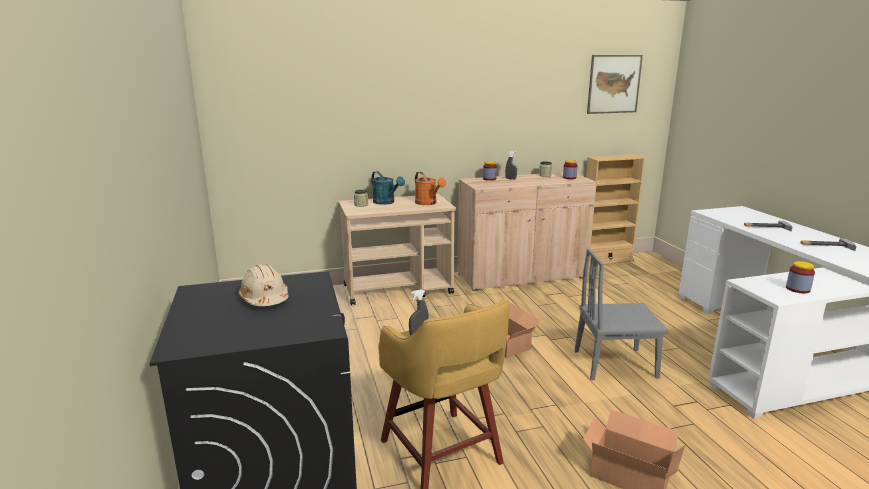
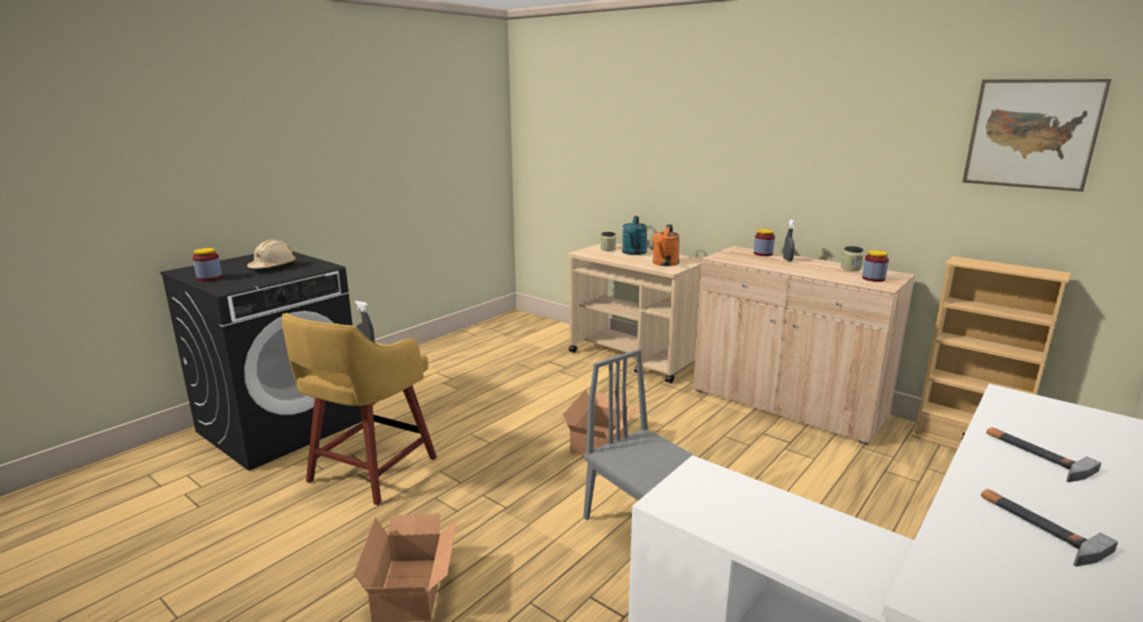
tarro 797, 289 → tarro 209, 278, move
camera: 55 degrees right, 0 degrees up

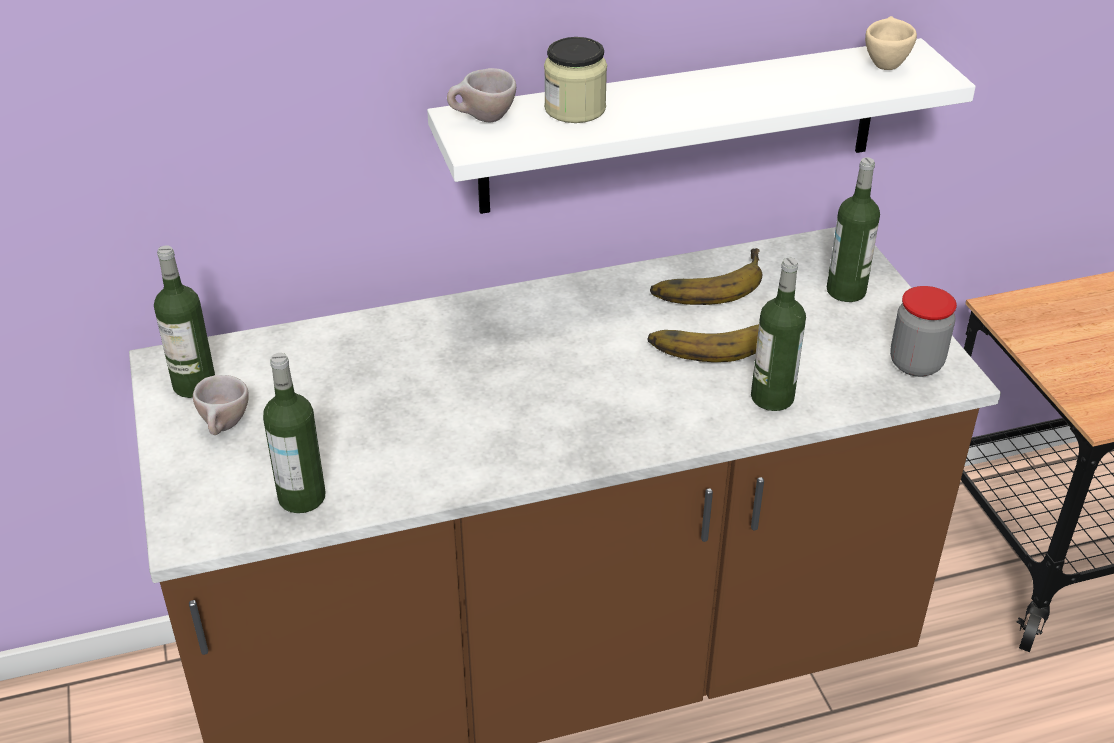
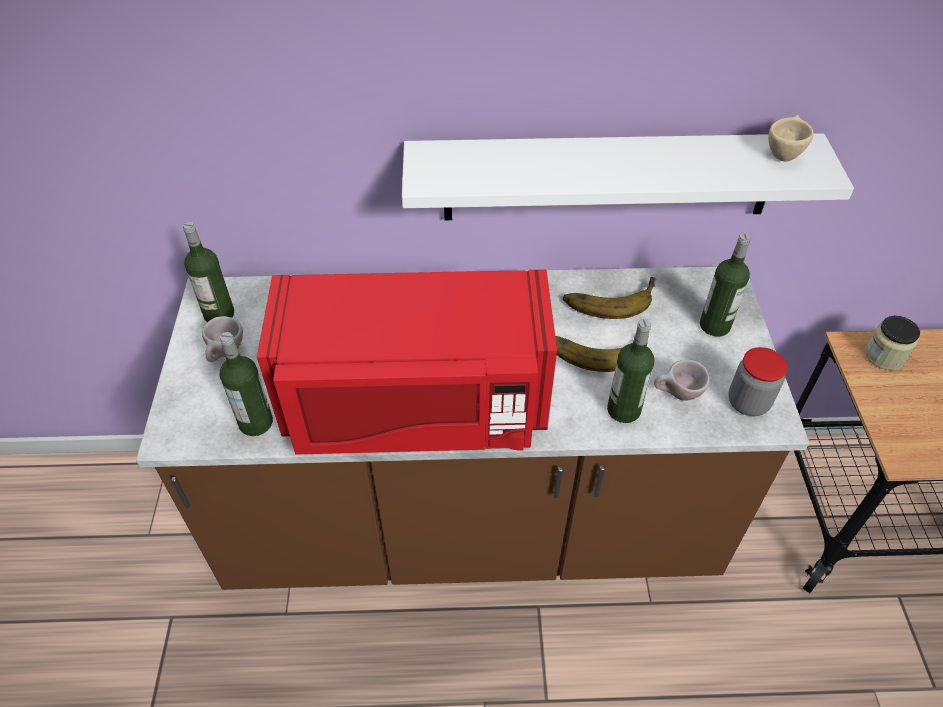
taza (beis) 482, 120 → taza (beis) 676, 395, move
tarro 575, 109 → tarro 884, 356, move
- → microondas (rojo) 415, 407
camera: 15 degrees right, 10 degrees up

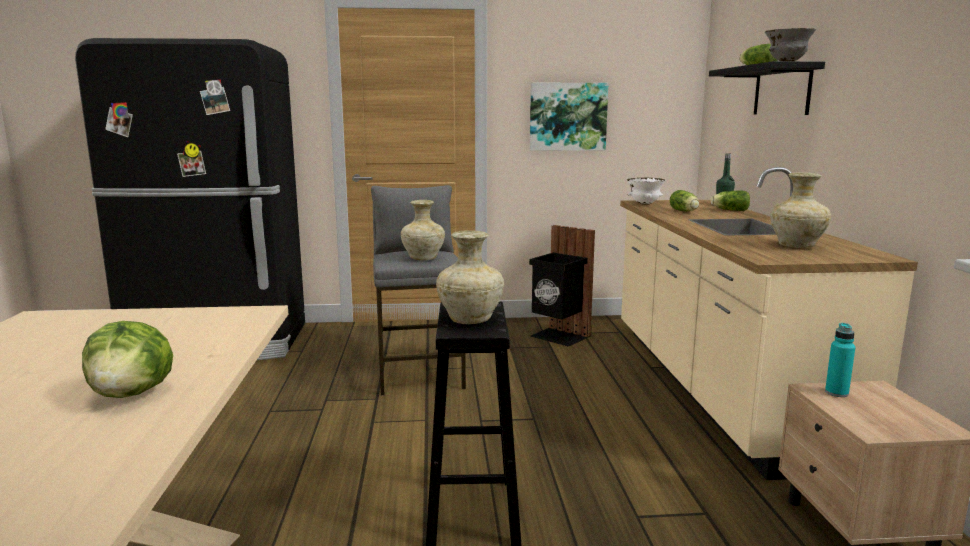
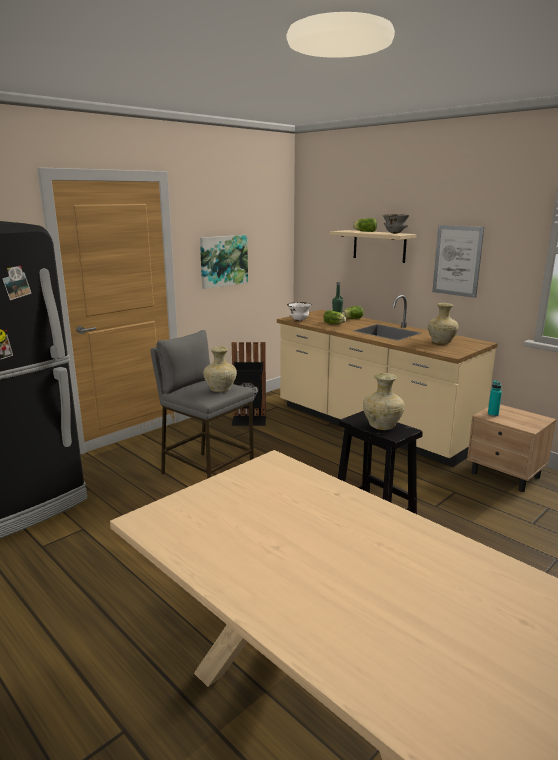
lechuga 132, 394 → -
estante (negro) 782, 90 → estante (beis) 379, 246
- → cuadro 457, 261
camera: 40 degrees left, 5 degrees up

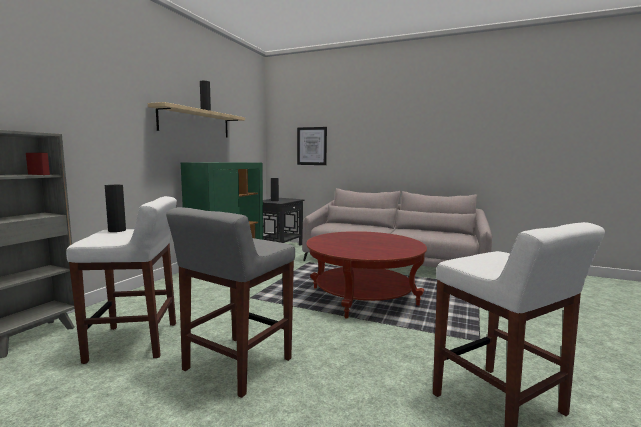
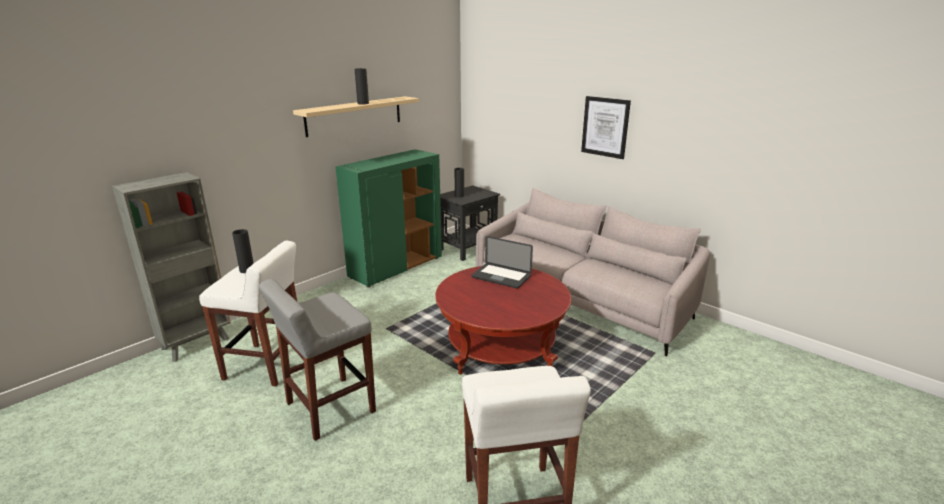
cuadro 312, 146 → cuadro 605, 127, move
- → portátil 501, 277
camera: 20 degrees right, 15 degrees up

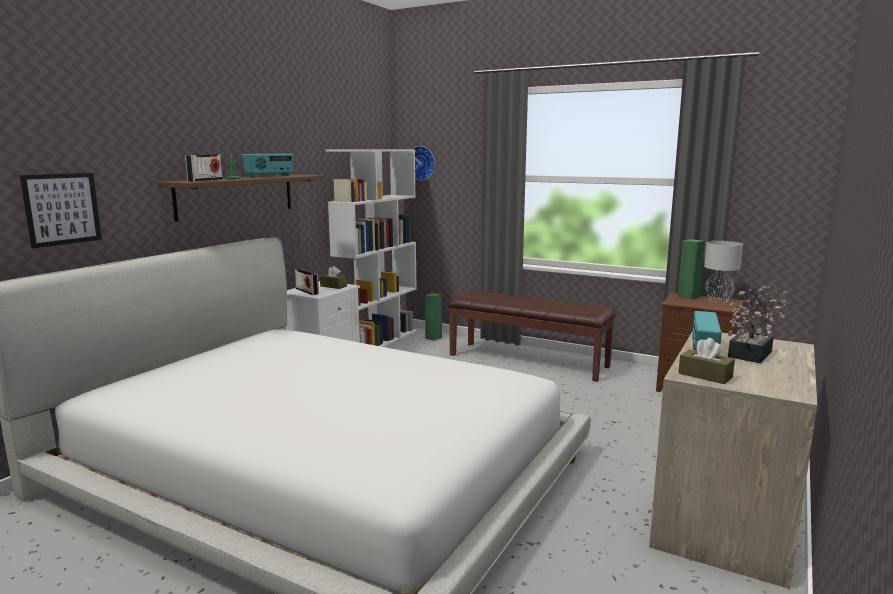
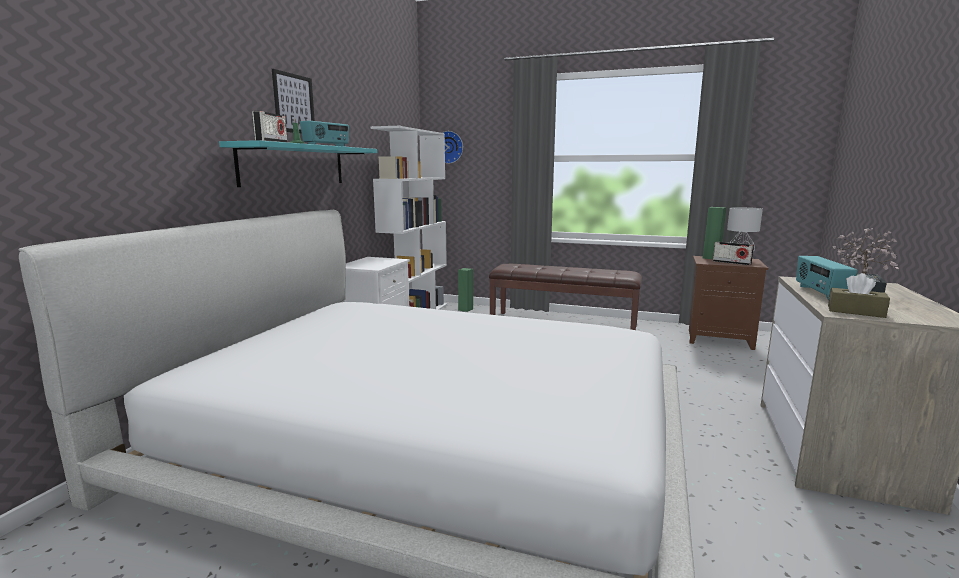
cuadro 62, 209 → cuadro 294, 103, move
estante (marrón) 236, 196 → estante (turquesa) 294, 165
radio 307, 291 → radio 731, 263, move
caja de pañuelos (marrón) 333, 286 → -
camera: 10 degrees left, 0 degrees up

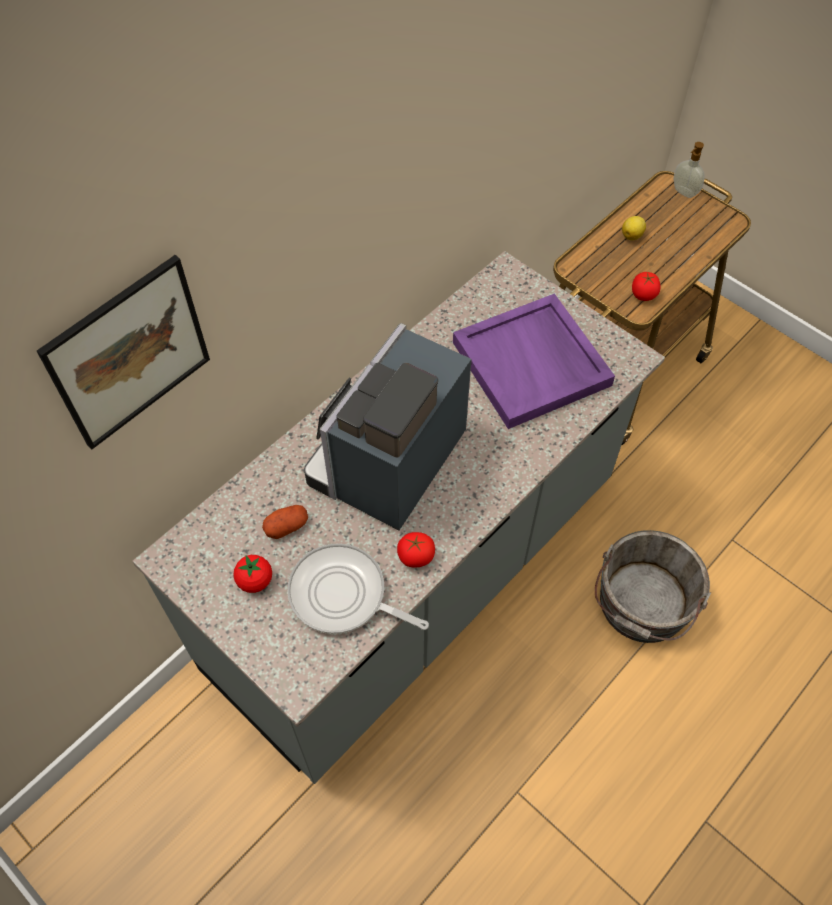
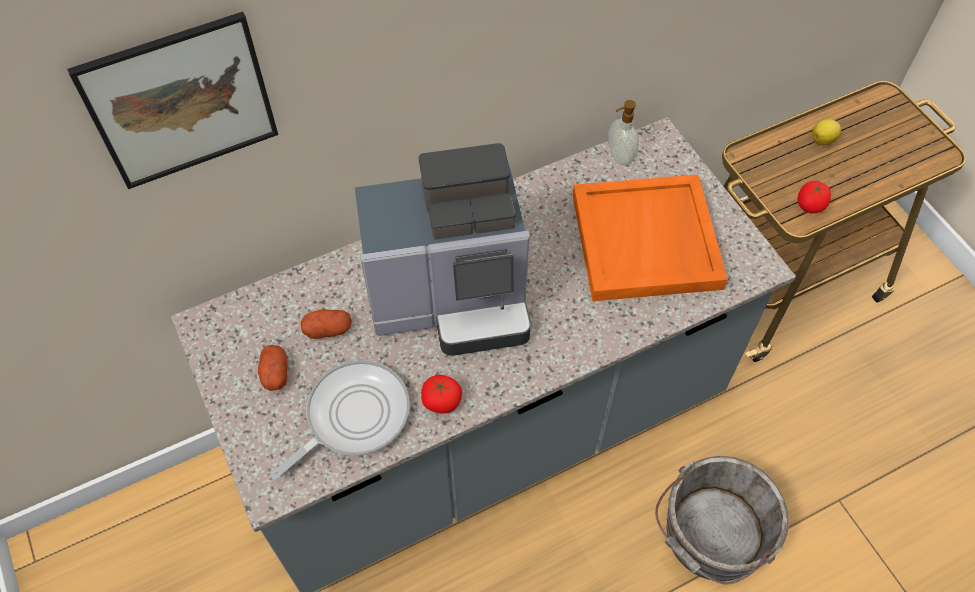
tomate 255, 580 → patata 275, 373
sartén 343, 596 → sartén 353, 417, 90 degrees clockwise
cafetera 388, 465 → cafetera 453, 300, 150 degrees counterclockwise
bandeja (morado) 532, 364 → bandeja (naranja) 647, 242
dispensador de jabón 683, 192 → dispensador de jabón 619, 156, move
camera: 20 degrees right, 0 degrees up

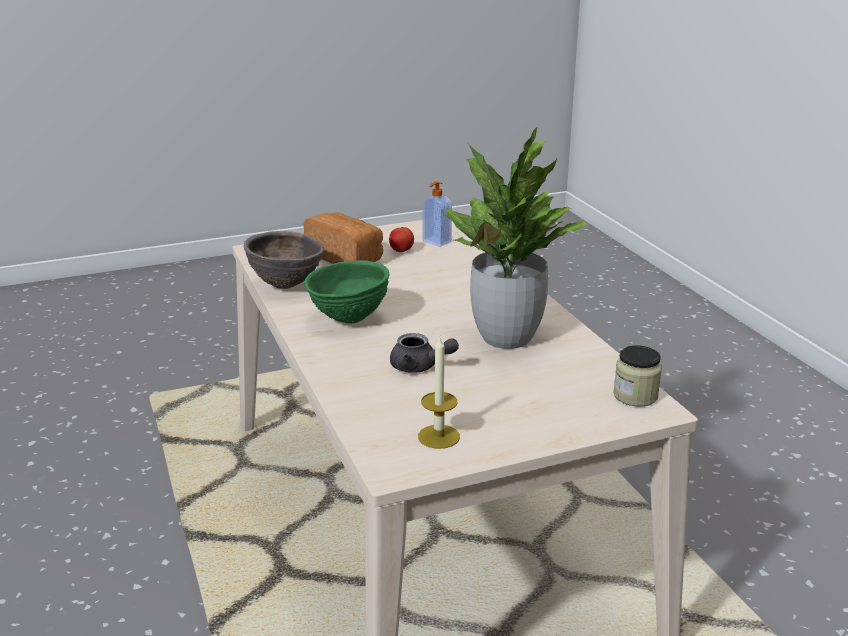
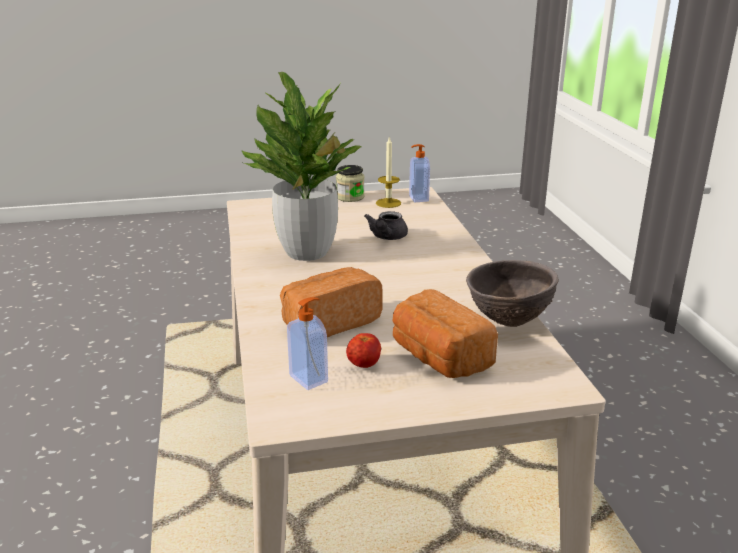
cuenco (verde) 348, 319 → -
tetera (gris) 419, 367 → tetera (gris) 387, 237, 105 degrees counterclockwise
tarro 635, 395 → tarro 350, 197, move
- → pan 328, 322
- → dispensador de jabón 418, 198
camera: 170 degrees left, 0 degrees up

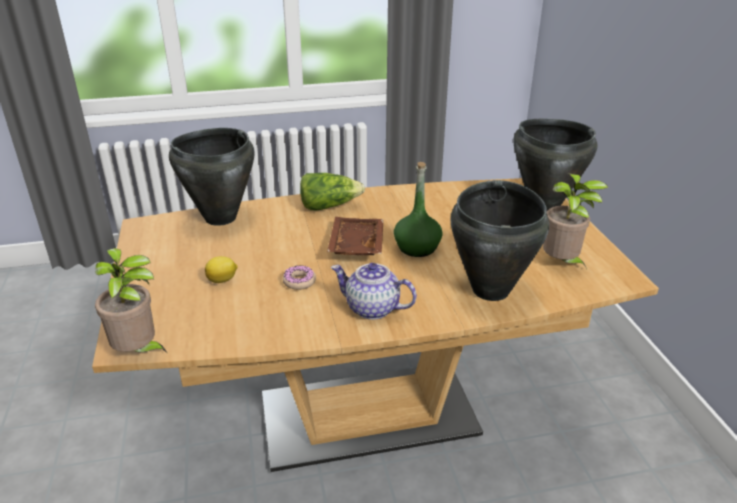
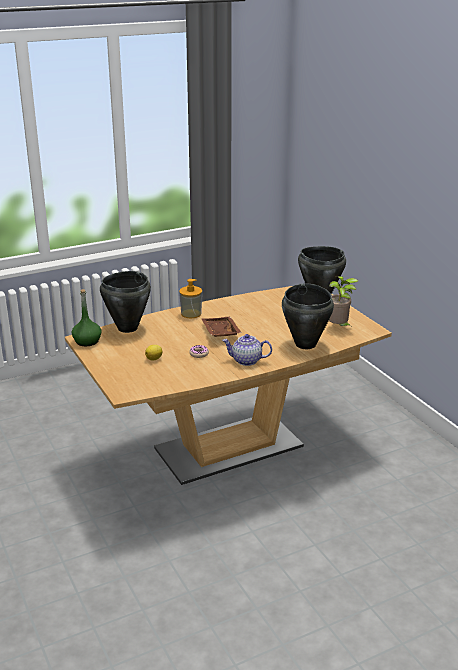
planta en maceta 139, 352 → -
lechuga 329, 206 → dispensador de jabón 191, 314
botella (verde) 417, 248 → botella (verde) 87, 341, move
camera: 15 degrees left, 5 degrees down

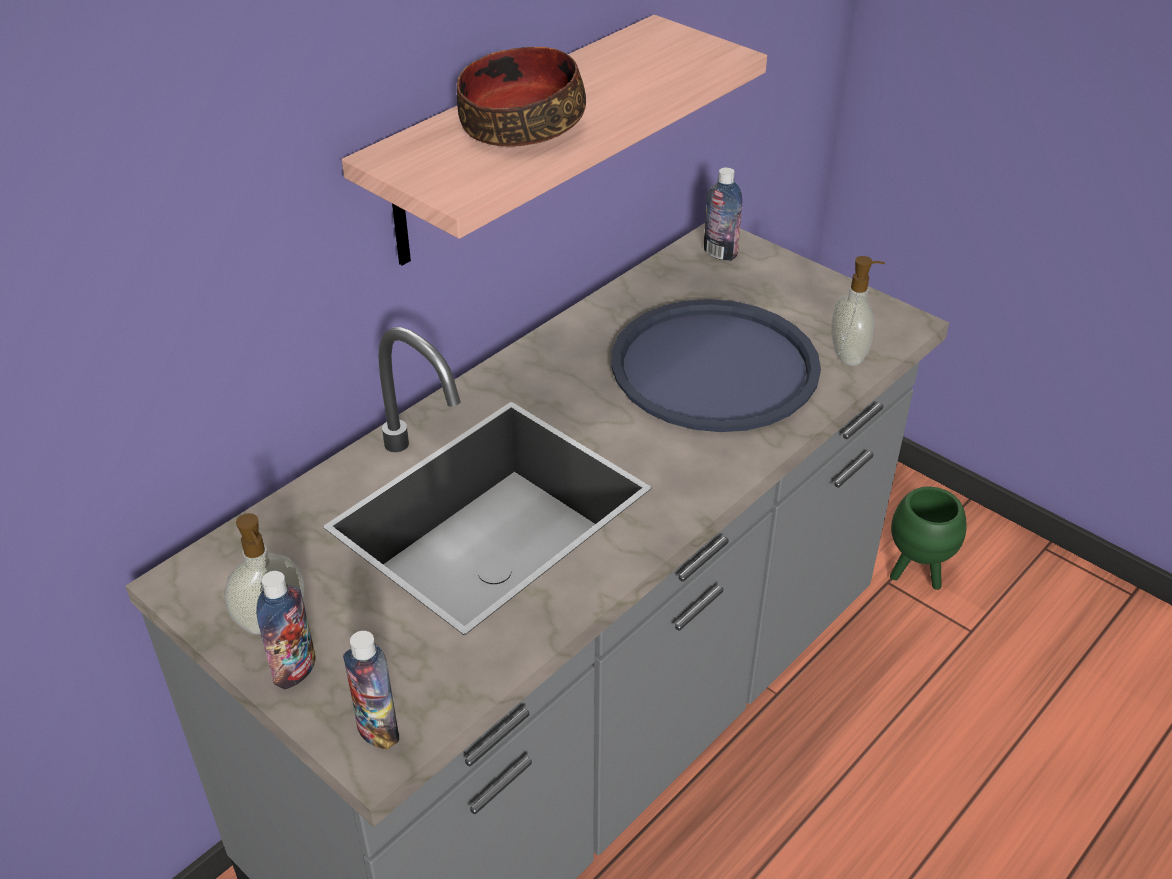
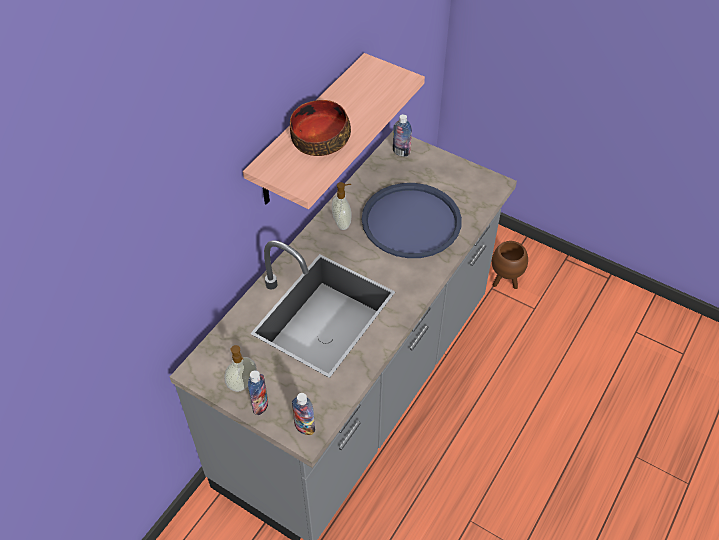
dispensador de jabón 849, 355 → dispensador de jabón 342, 223, move
maceta (verde) 917, 574 → maceta (marrón) 505, 282
camera: 10 degrees left, 10 degrees up

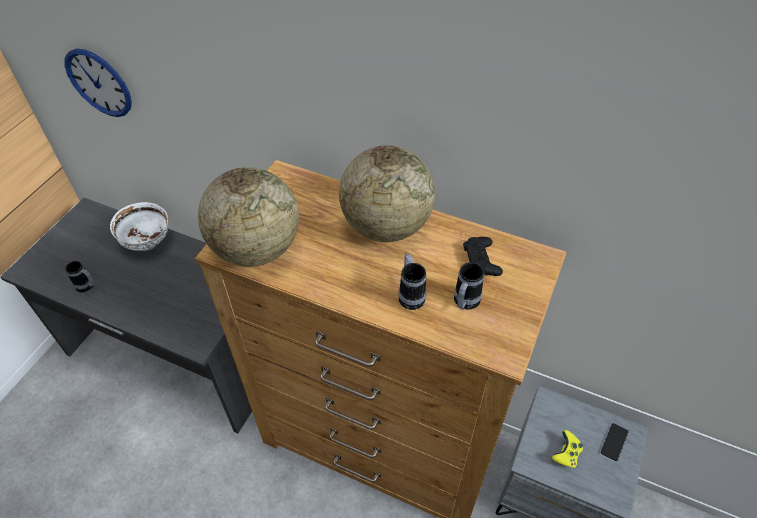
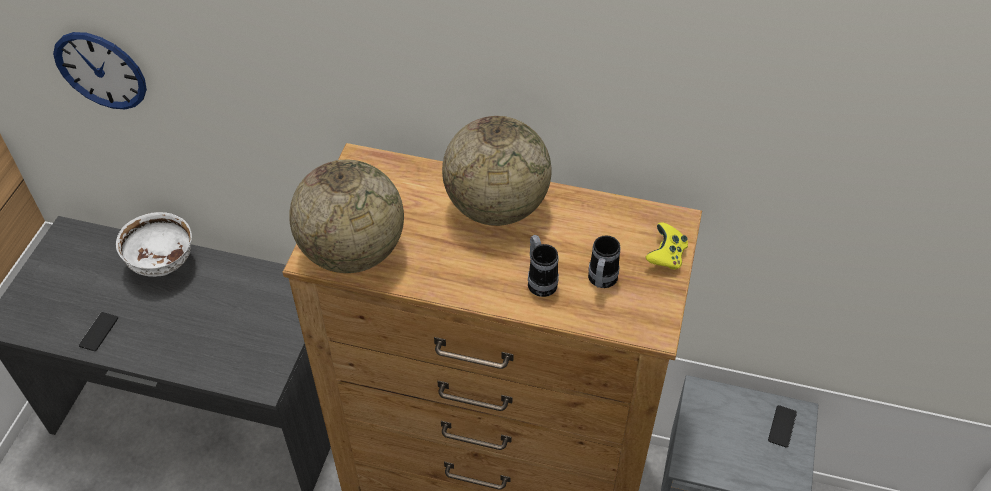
taza grande 87, 287 → móvil 99, 332
mando de consola (negro) 481, 260 → -
mando de consola (amarillo) 566, 454 → mando de consola (amarillo) 666, 256, move
camera: 10 degrees left, 0 degrees up

